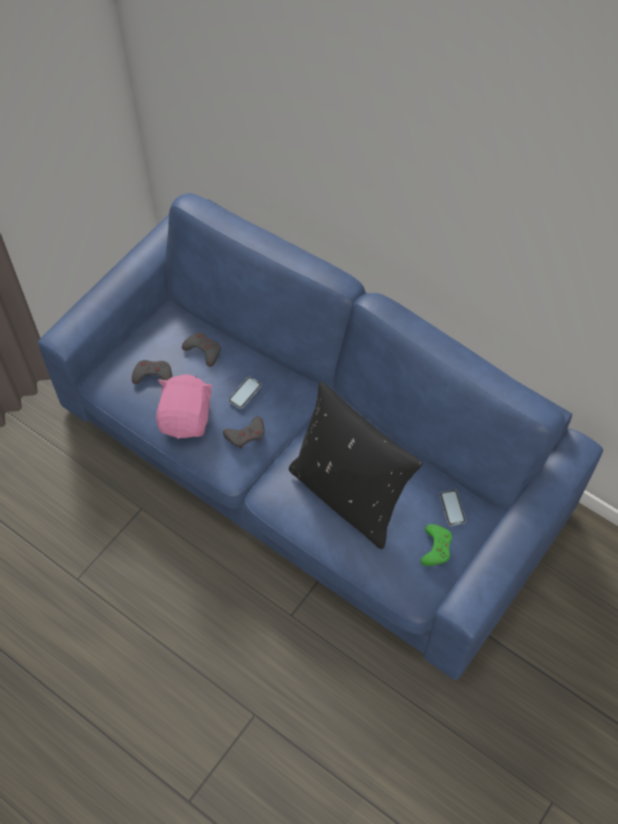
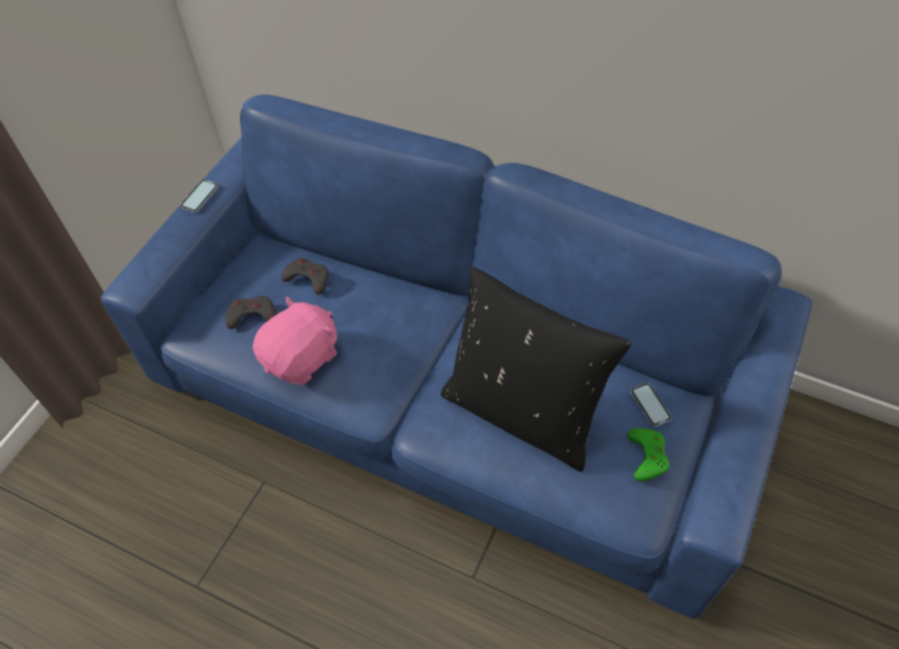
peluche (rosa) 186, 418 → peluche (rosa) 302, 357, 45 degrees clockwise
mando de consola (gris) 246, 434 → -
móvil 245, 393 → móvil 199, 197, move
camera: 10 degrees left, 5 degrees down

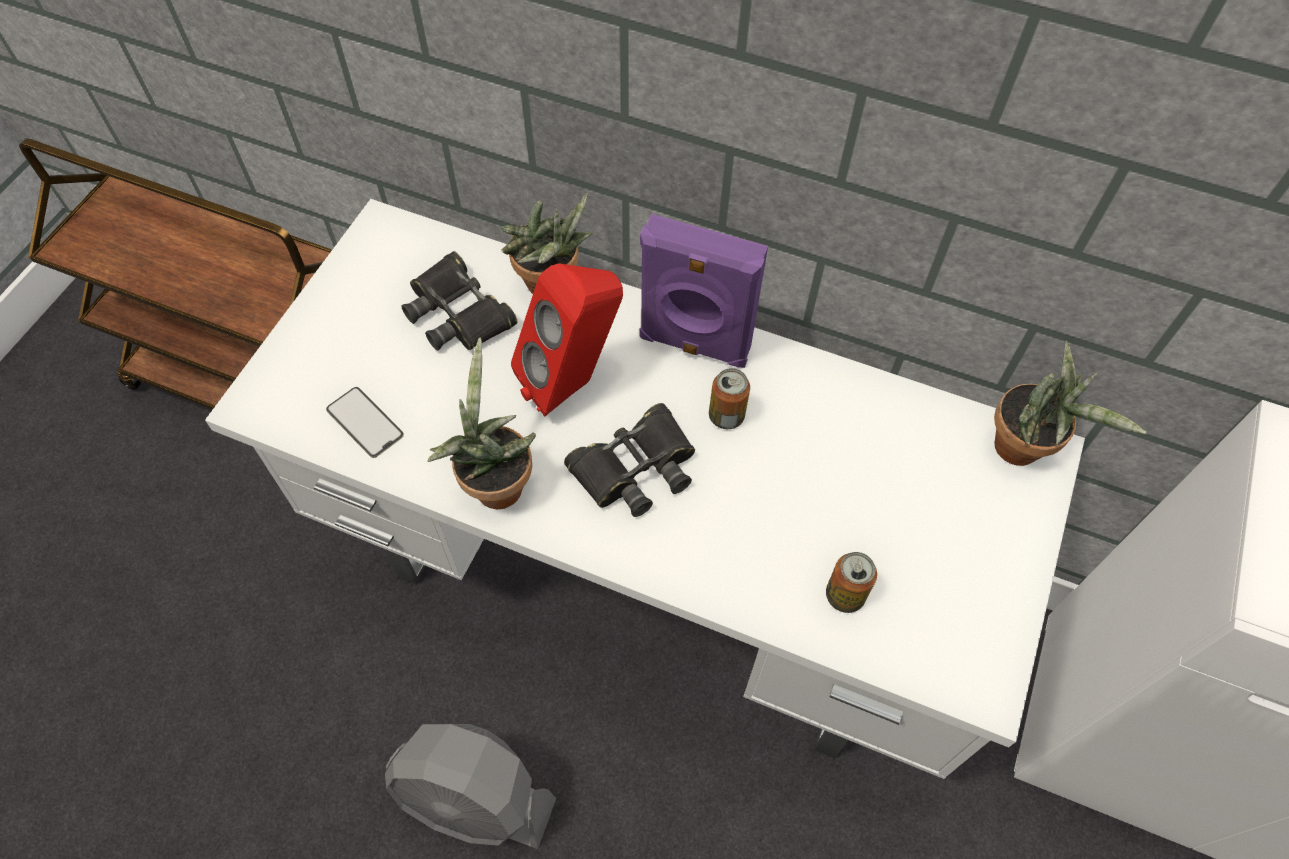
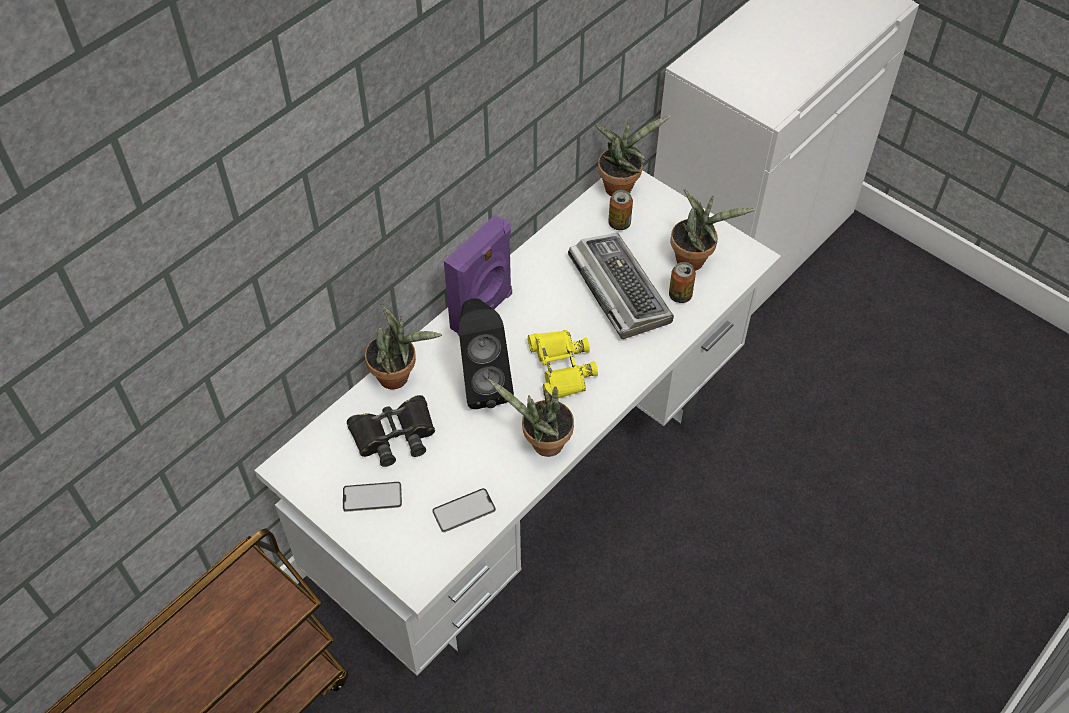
ventilador (gris) 475, 798 → -
altavoz (rojo) 573, 382 → altavoz (negro) 483, 383
prismáticos (negro) 635, 467 → prismáticos (amarillo) 561, 368
lata 726, 416 → lata 619, 223, move
- → móvil 372, 497
- → teclado 618, 289
- → planta en maceta 694, 259
camera: 70 degrees left, 5 degrees down

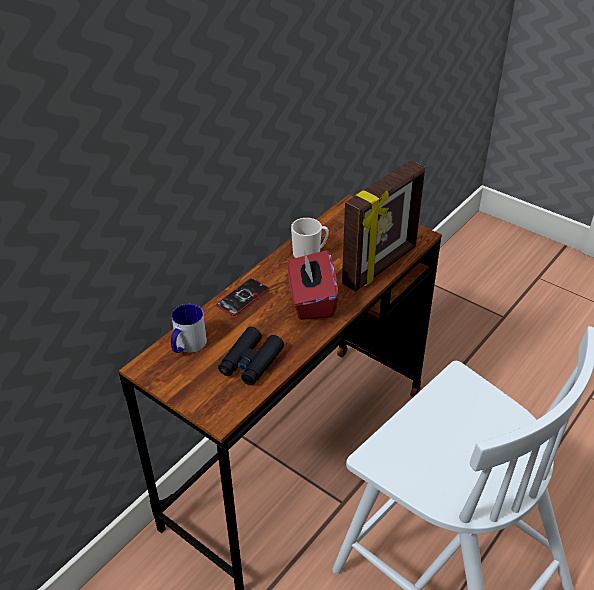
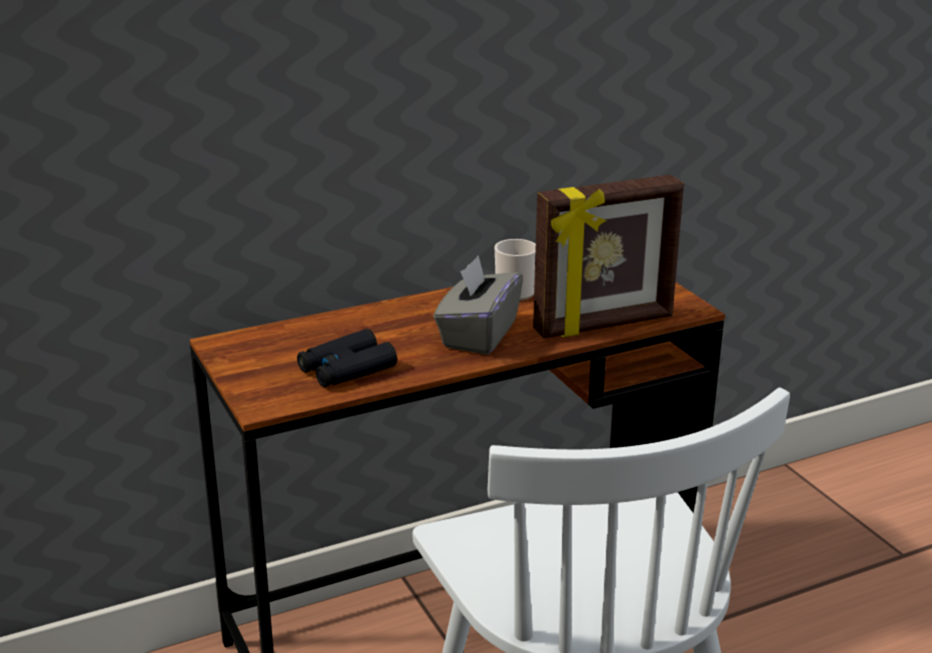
taza grande 187, 346 → -
móvil 242, 297 → -
caja de pañuelos (rojo) 311, 301 → caja de pañuelos (gris) 478, 335
camera: 25 degrees right, 15 degrees down

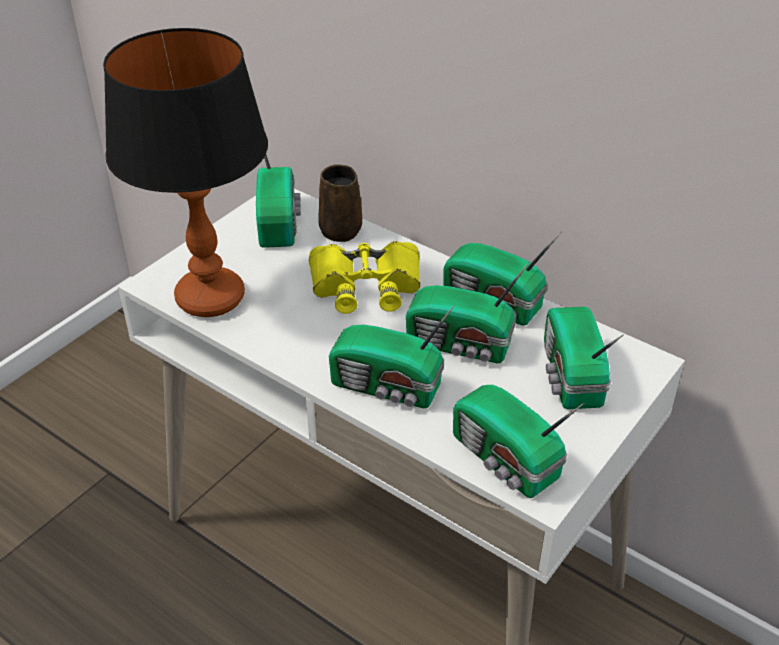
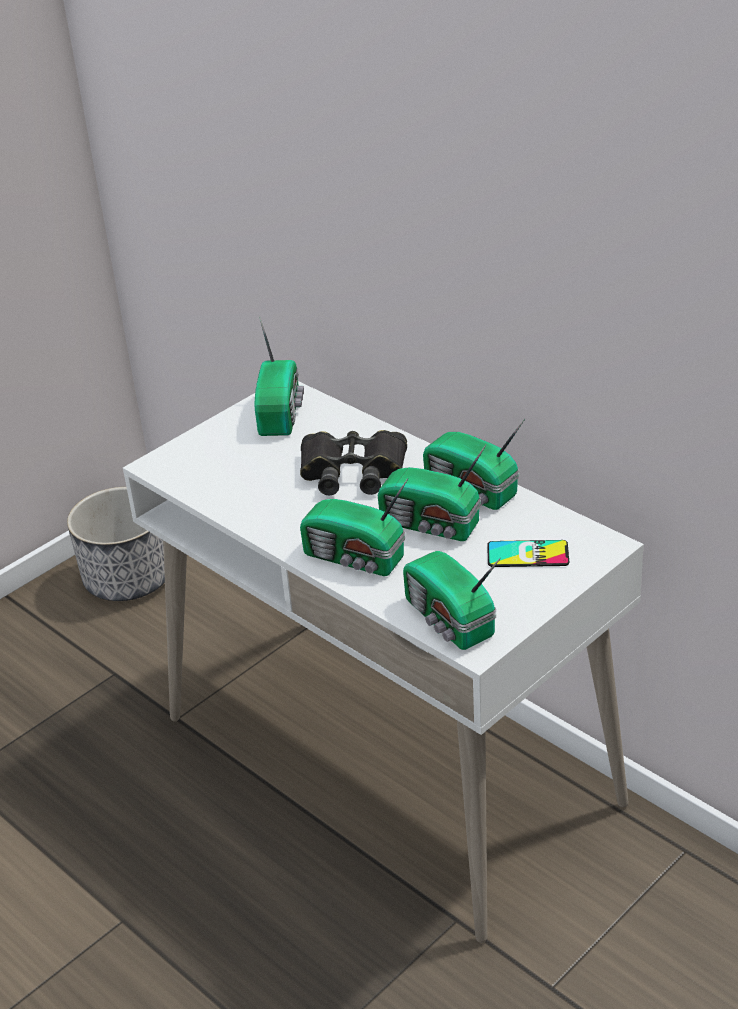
lámpara de mesa 211, 298 → -
prismáticos (amarillo) 365, 285 → prismáticos (negro) 353, 471
taza grande (marrón) 340, 229 → -
radio 570, 376 → móvil 528, 554
- → maceta 129, 578
camera: 10 degrees right, 5 degrees down

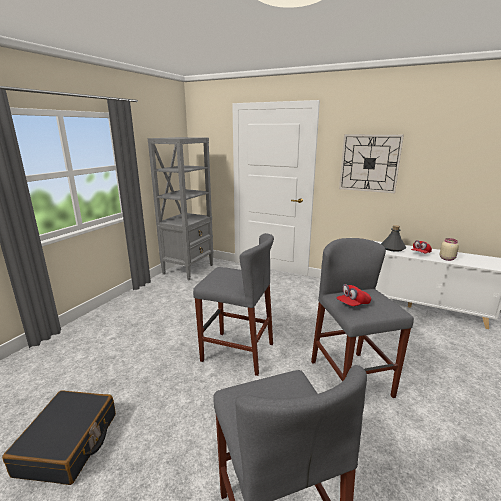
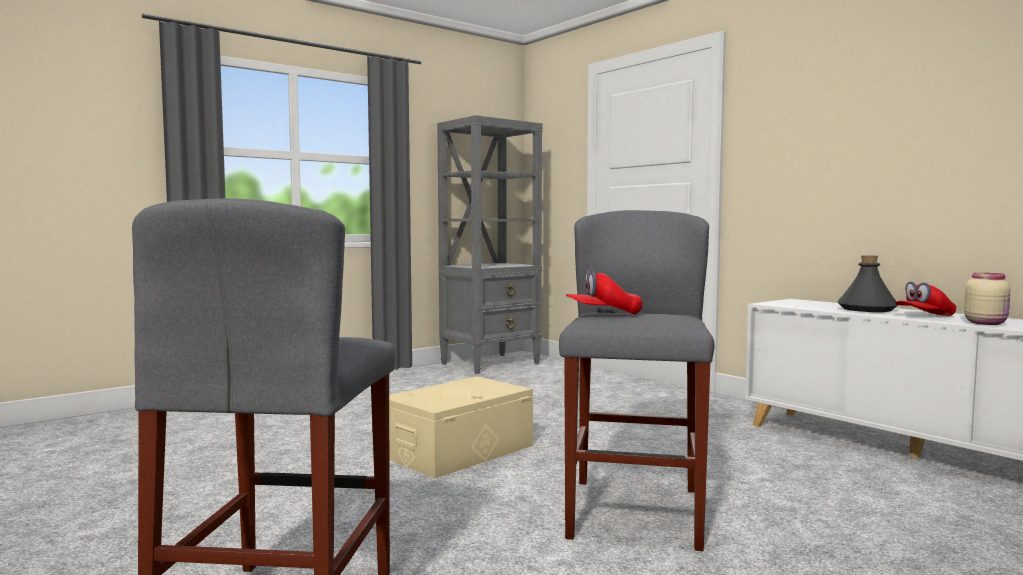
maleta (negro) 69, 444 → -
taburete (gris) 237, 352 → caja de almacenaje (beis) 458, 451
reloj de pared 369, 163 → -
camera: 25 degrees right, 15 degrees down

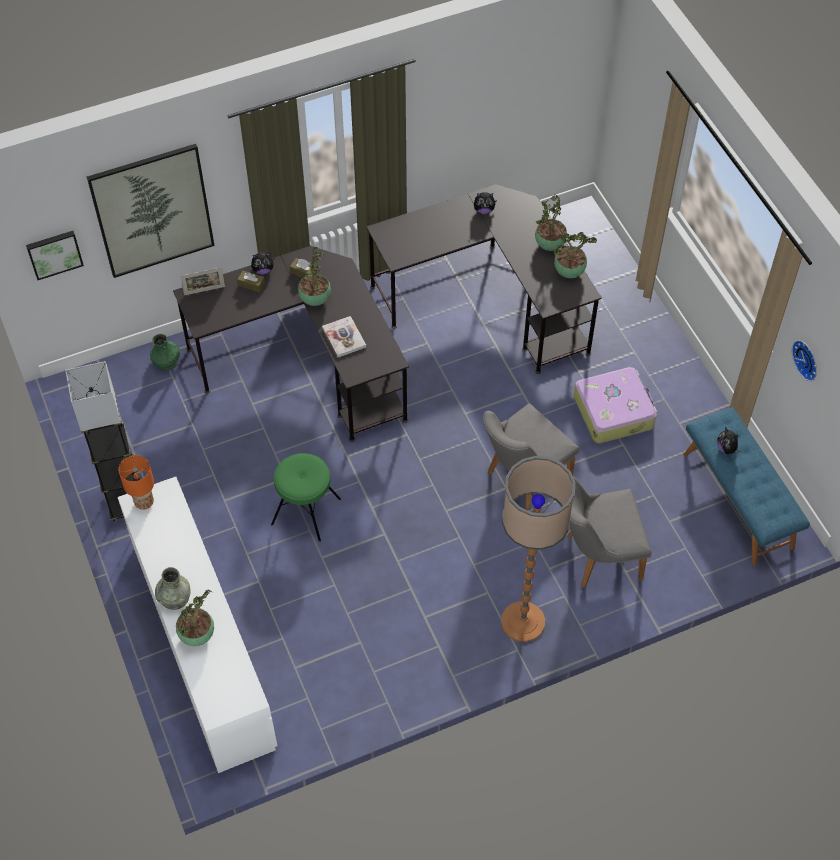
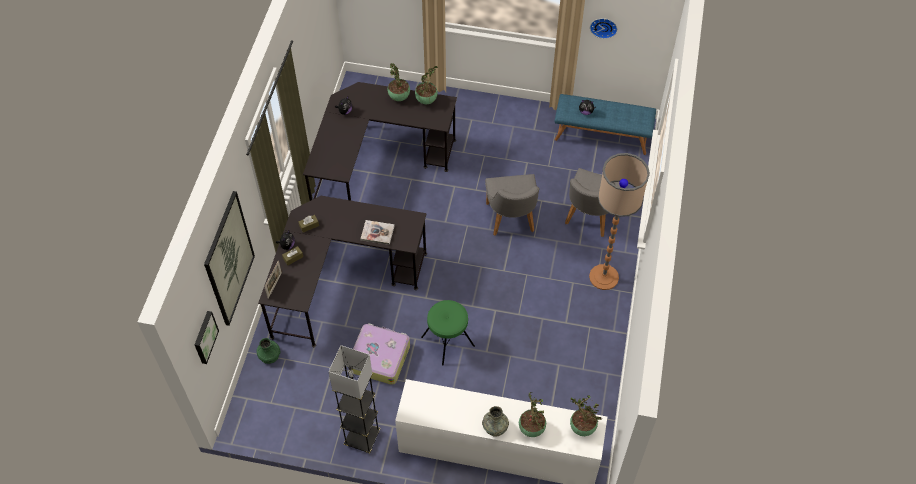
lámpara de mesa (naranja) 144, 503 → -
planta en maceta 315, 298 → planta en maceta 581, 427, move
maleta 614, 411 → maleta 379, 357, move
camera: 55 degrees left, 0 degrees up

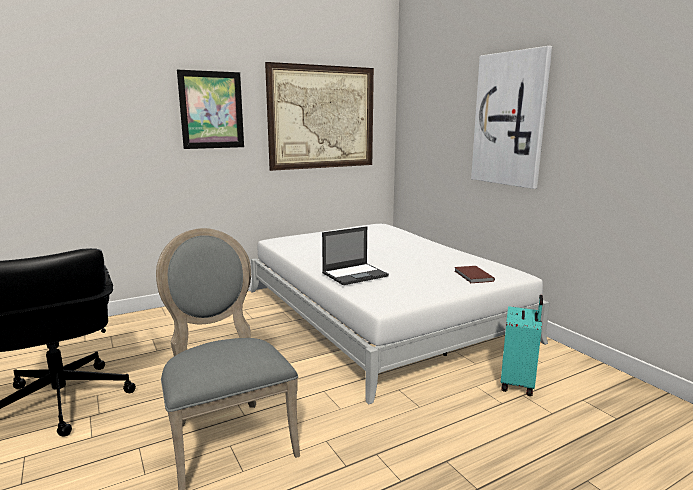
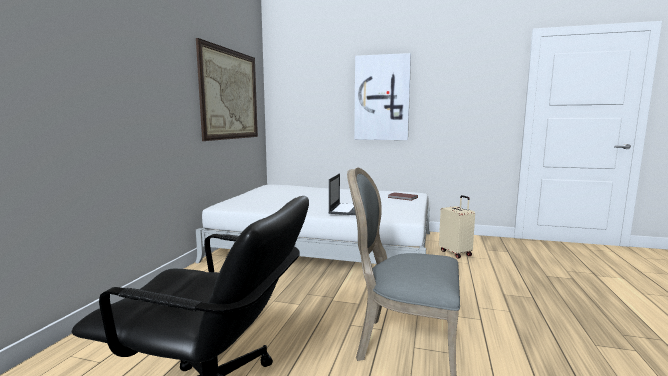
cuadro 211, 110 → -
maleta (turquesa) 518, 383 → maleta (beis) 456, 253
camera: 45 degrees left, 5 degrees down

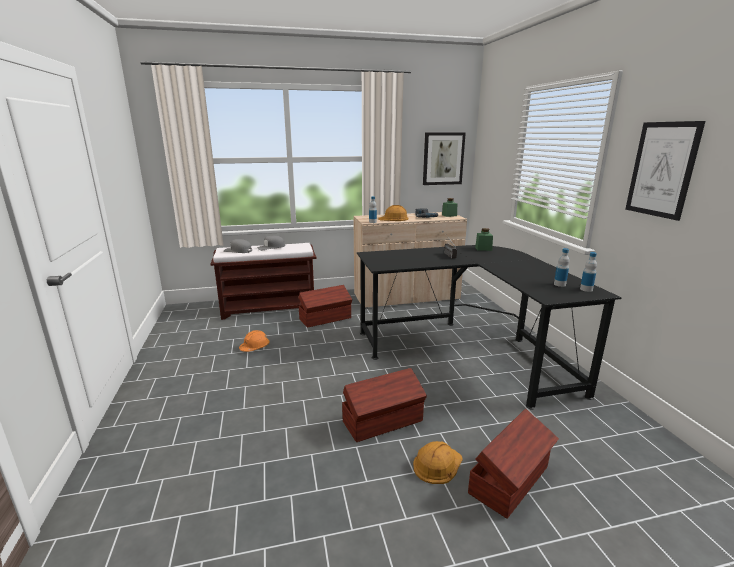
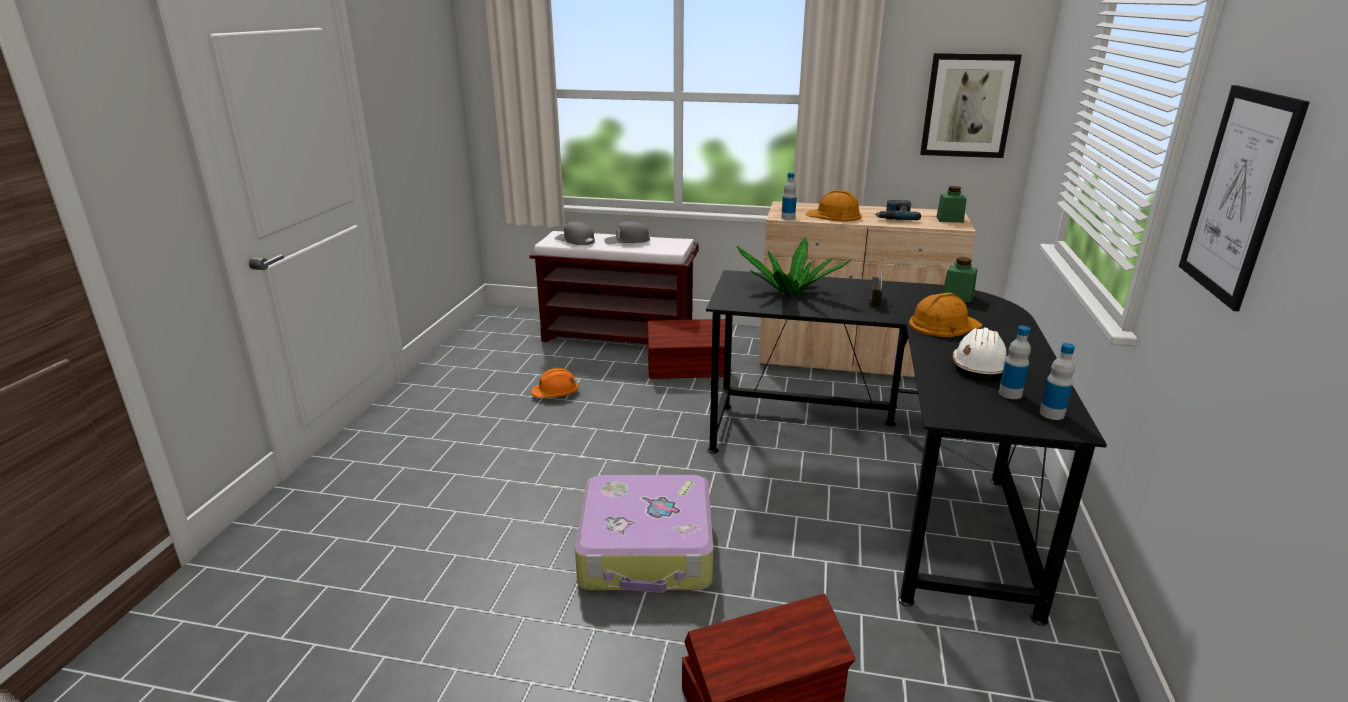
caja de almacenaje (marrón) 384, 421 → maleta 647, 550
casco (naranja) 437, 464 → casco (naranja) 943, 324, move
- → planta en maceta 789, 292
- → casco (blanco) 979, 366
camera: 25 degrees right, 5 degrees up

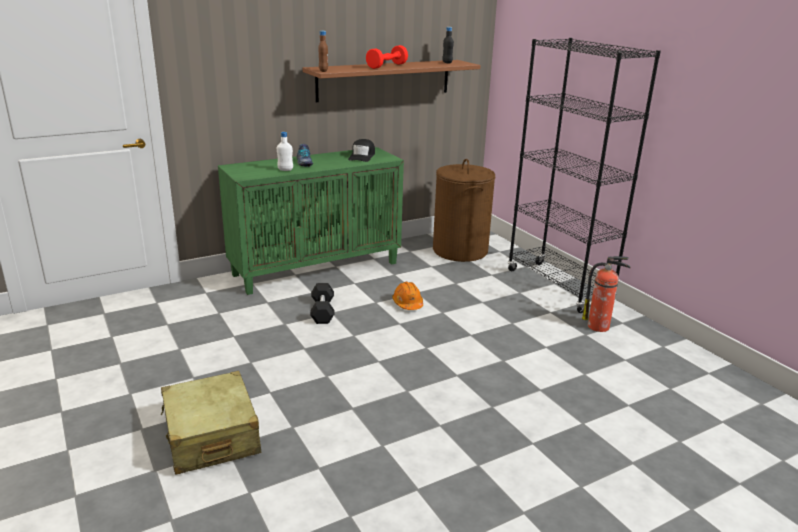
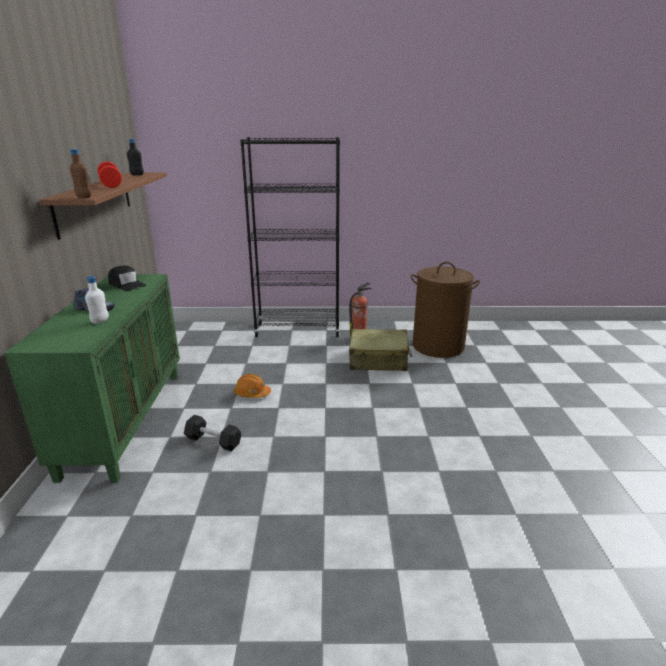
maleta (beis) 211, 436 → maleta (beis) 378, 360, move
cesto de la ropa (marrón) 459, 250 → cesto de la ropa (marrón) 437, 346, move
camera: 60 degrees left, 0 degrees up

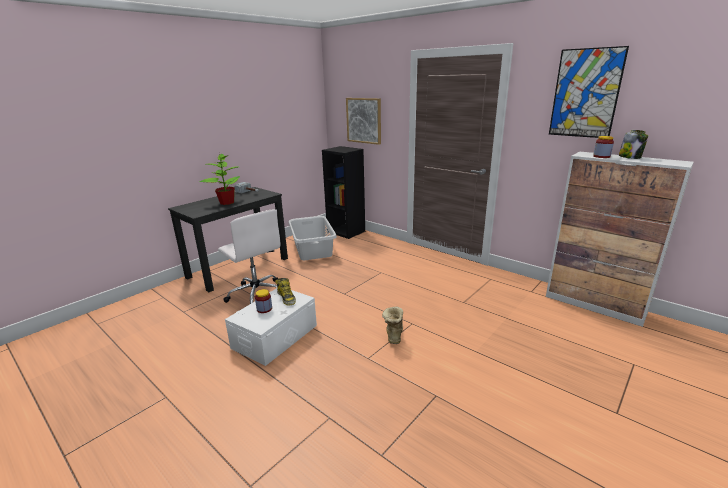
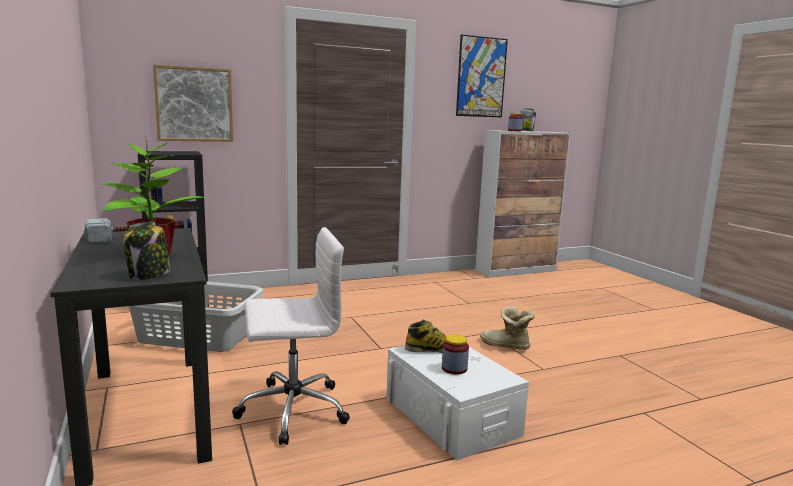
- → tarro 149, 275
camera: 65 degrees left, 10 degrees down

